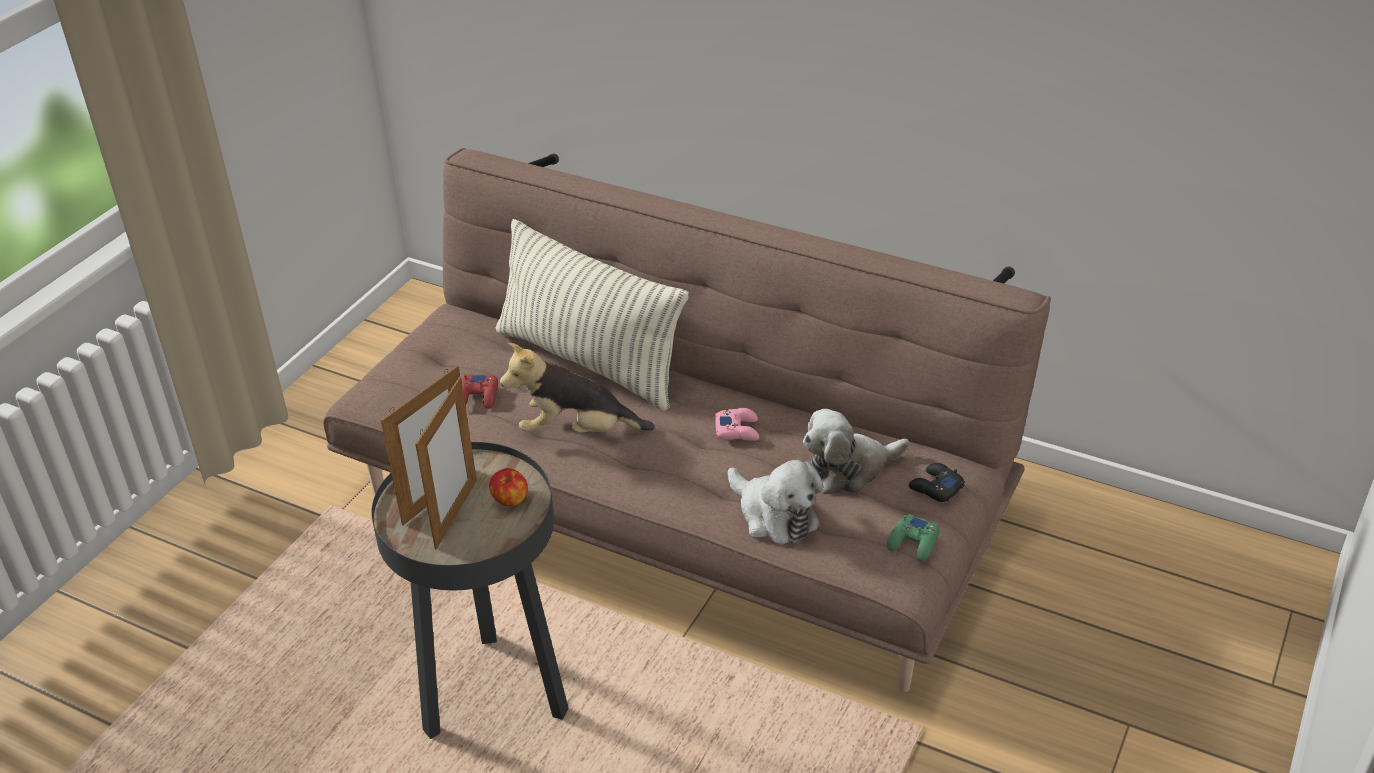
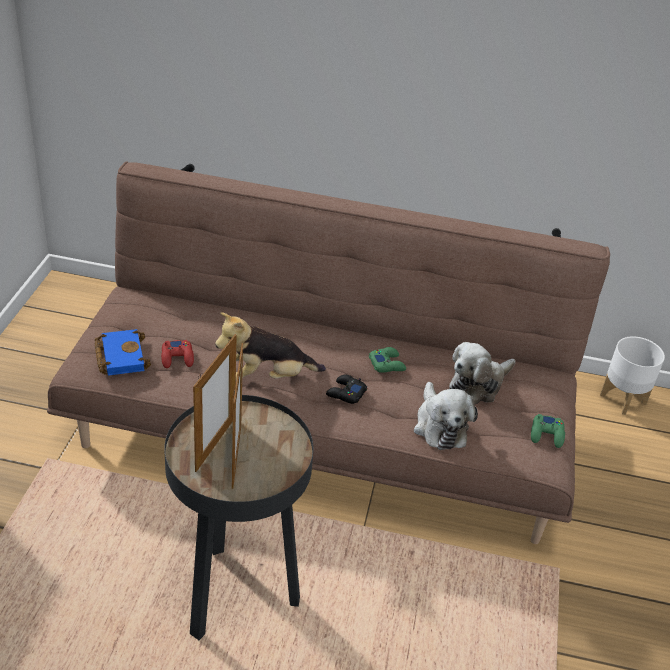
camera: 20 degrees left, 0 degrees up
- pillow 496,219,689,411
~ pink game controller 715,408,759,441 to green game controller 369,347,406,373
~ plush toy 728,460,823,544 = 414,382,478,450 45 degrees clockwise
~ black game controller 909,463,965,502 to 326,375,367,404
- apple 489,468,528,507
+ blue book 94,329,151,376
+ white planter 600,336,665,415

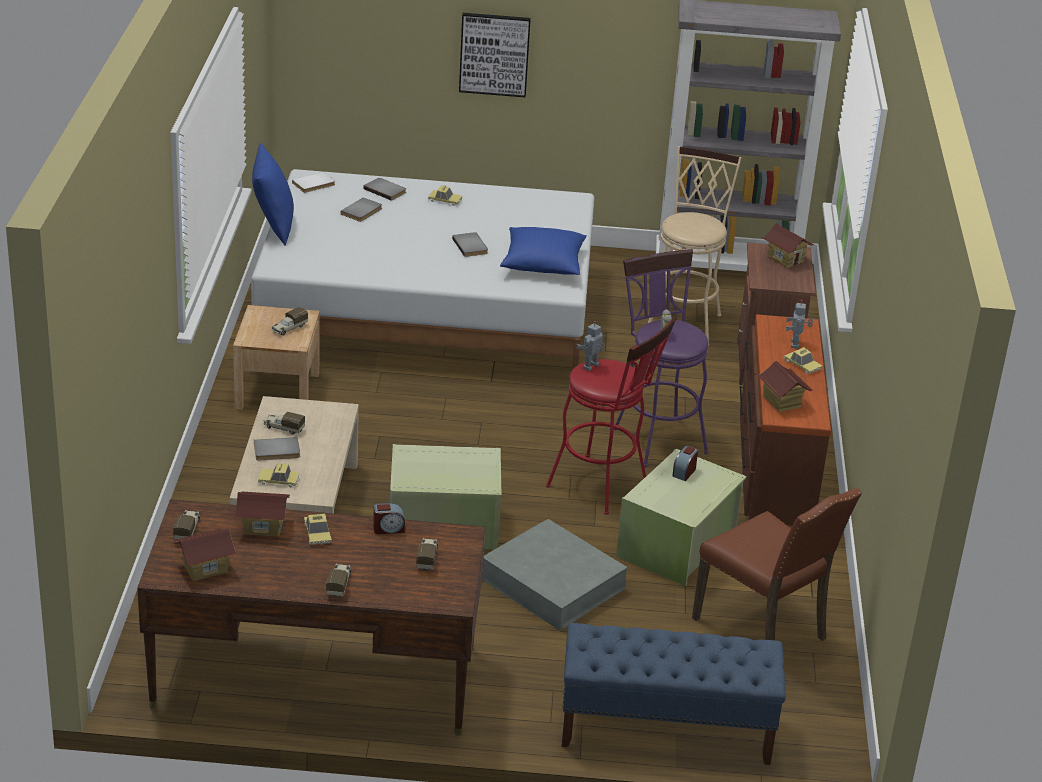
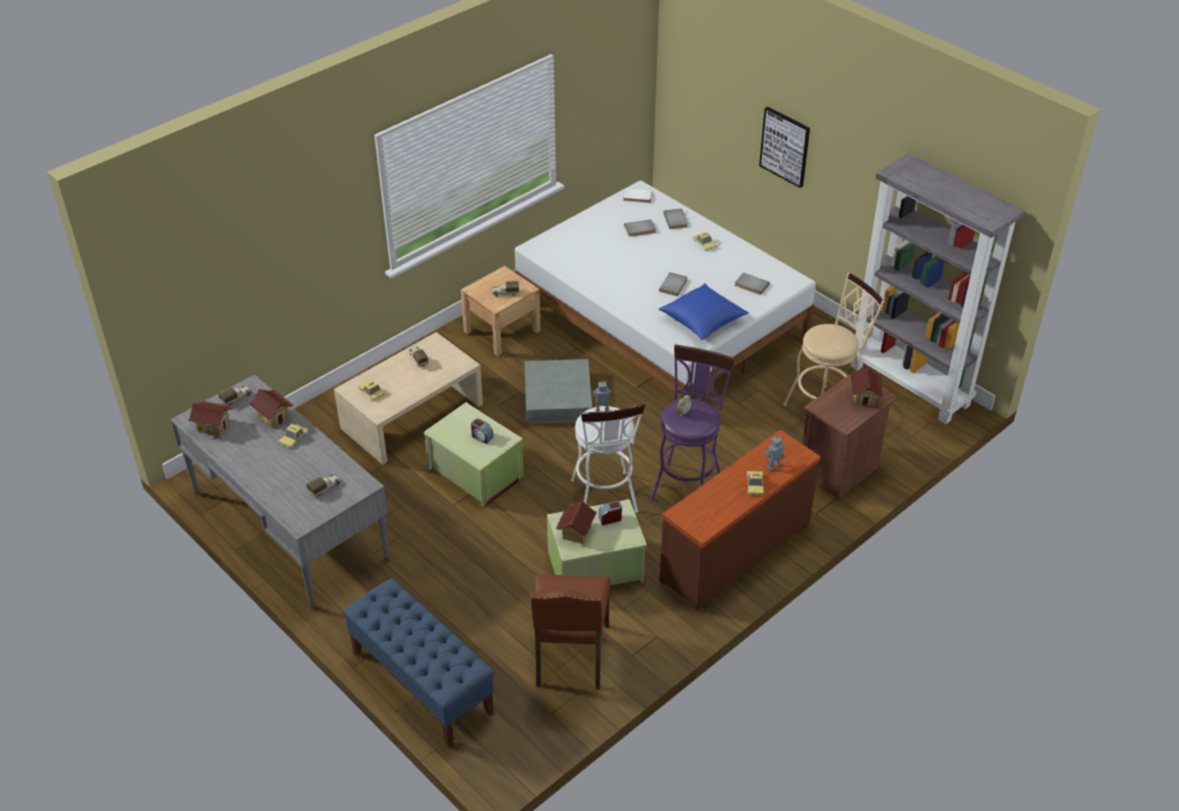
camera: 45 degrees right, 10 degrees up
- blue pillow 252,143,294,246
~ red stool 546,317,676,515 to white stool 571,404,645,513
~ toy house 757,361,812,412 to 556,501,597,544
~ grey book 254,437,300,460 to 735,273,770,295
~ brown desk 137,499,486,736 to grey desk 170,374,390,610
~ alarm clock 373,503,405,534 to 471,419,493,444
~ grey storage box 482,519,627,630 to 524,359,592,424
- toy truck 326,563,351,598

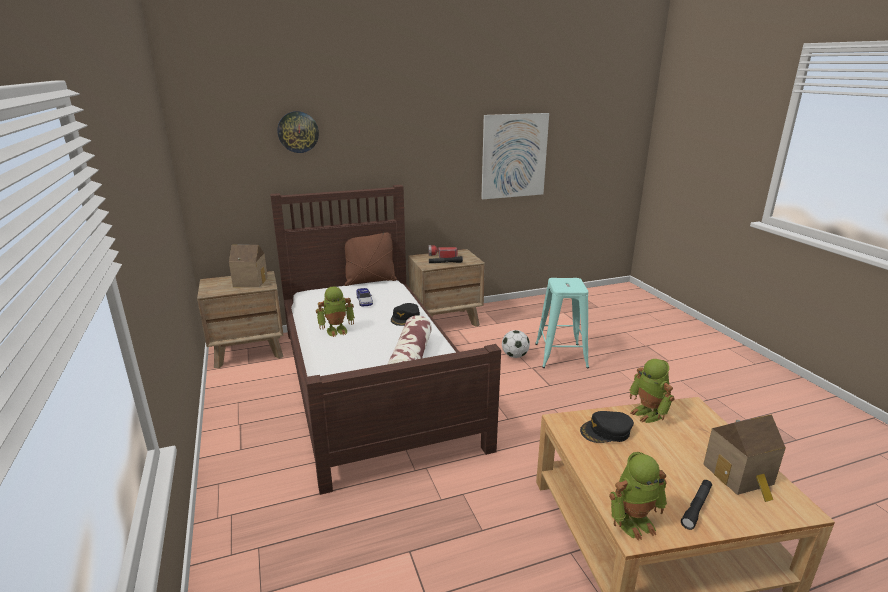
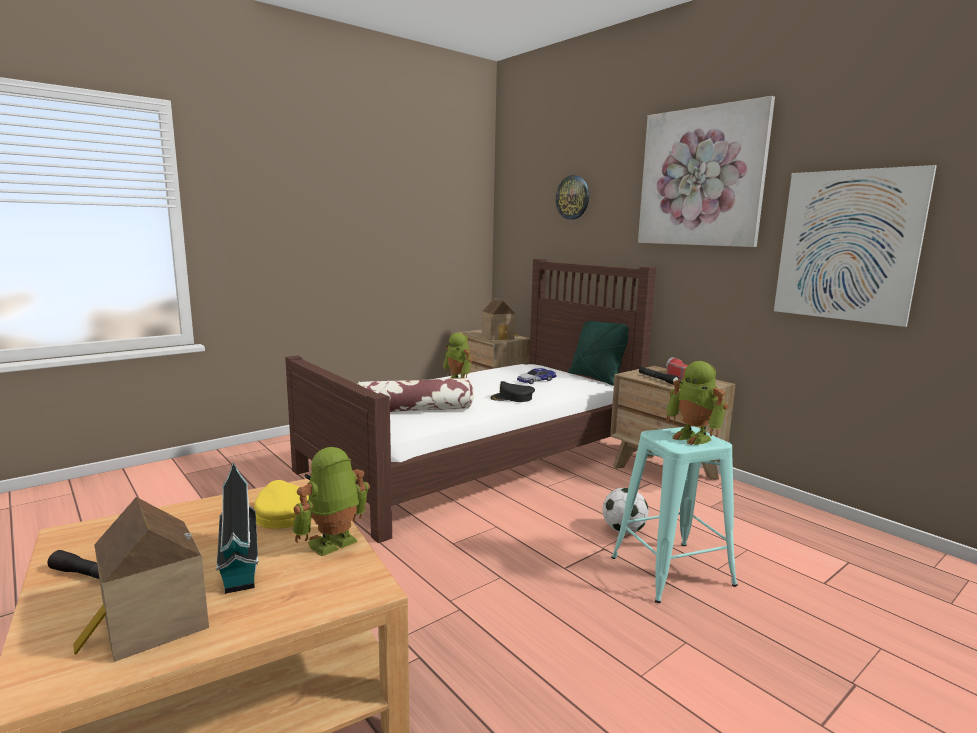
camera: 70 degrees right, 10 degrees down
~ brown pillow 345,233,397,286 to green pillow 568,321,629,386
~ black cap 580,411,634,443 to yellow cap 253,480,309,529
~ toy robot 609,452,667,541 to 666,361,728,445
+ picture 638,96,775,247
+ toy house 216,462,259,594

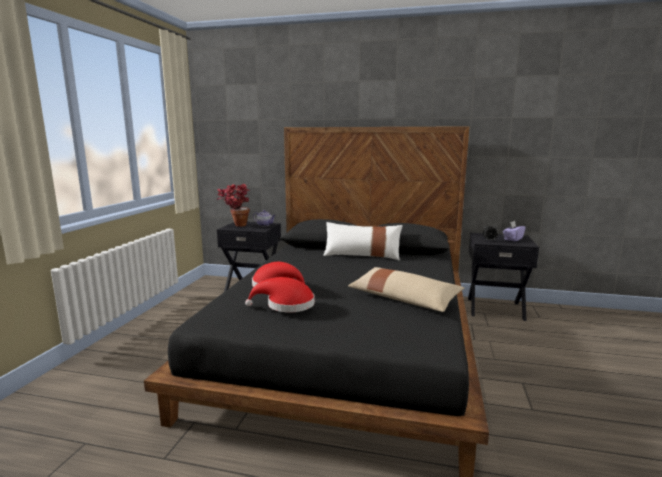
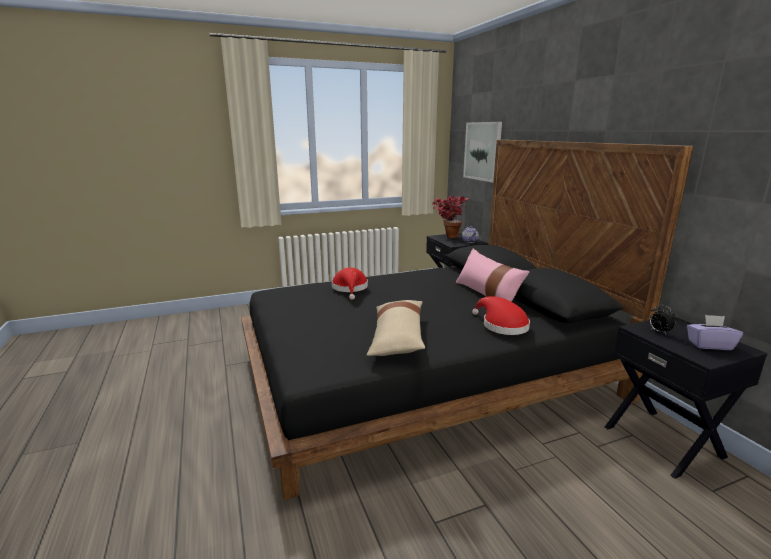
camera: 55 degrees right, 5 degrees up
~ white pillow 323,222,403,260 to pink pillow 456,249,529,302
~ red hat 245,277,315,312 to 472,296,530,335
+ picture 463,122,502,183

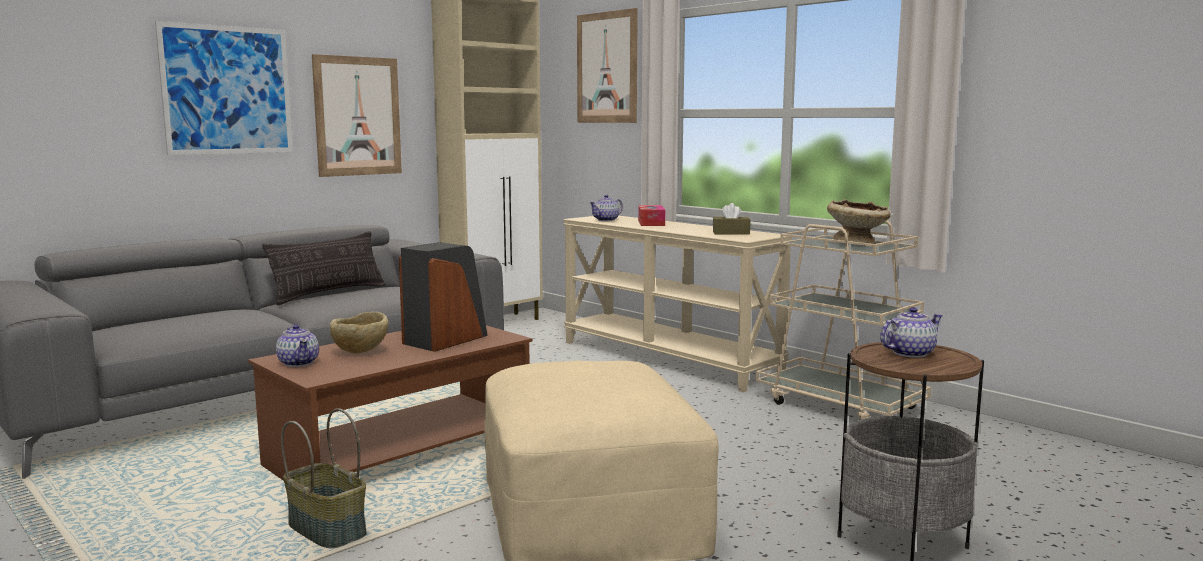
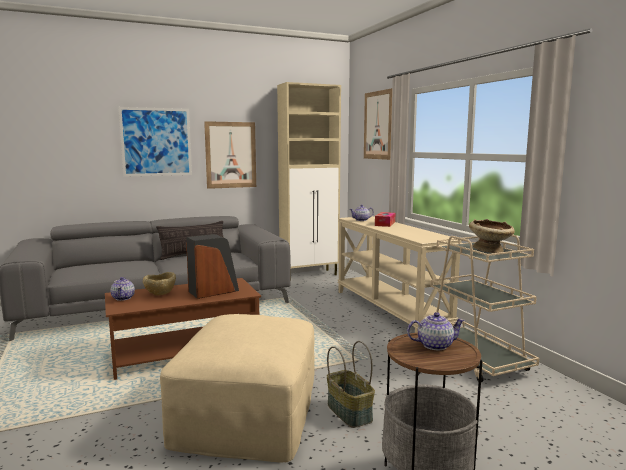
camera: 20 degrees right, 0 degrees up
- brown tissue box 713,203,751,235
~ basket 281,408,367,548 to 327,341,375,428

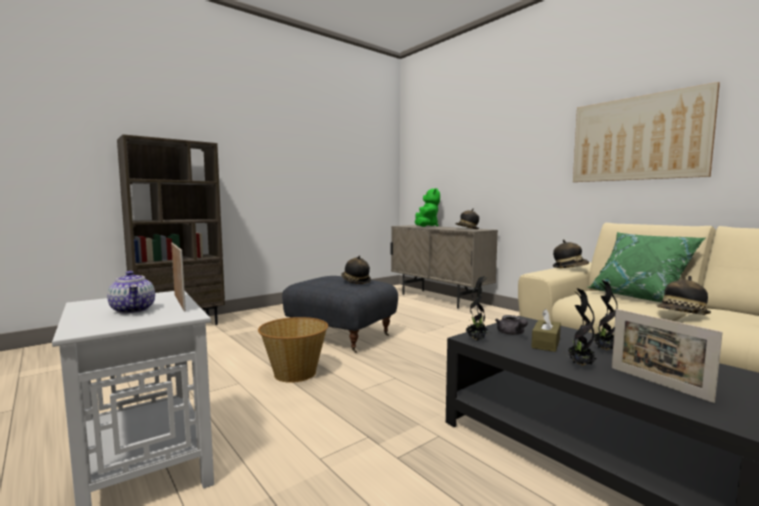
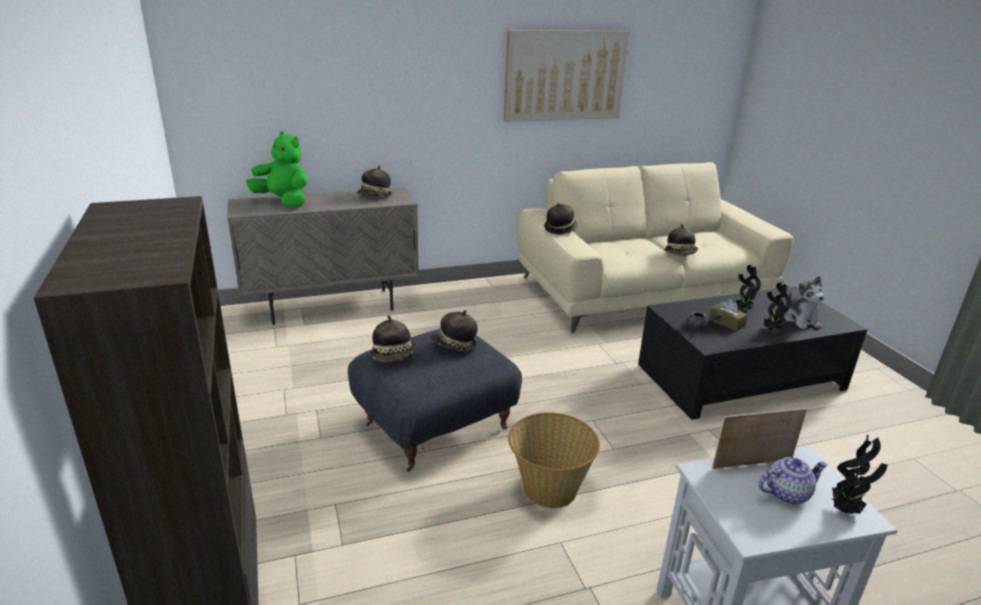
camera: 70 degrees left, 20 degrees up
- green pillow 588,232,705,303
~ potted plant 466,276,490,341 to 832,434,888,514
~ picture frame 612,309,723,403 to plush toy 784,276,824,329
+ hat 370,315,416,362

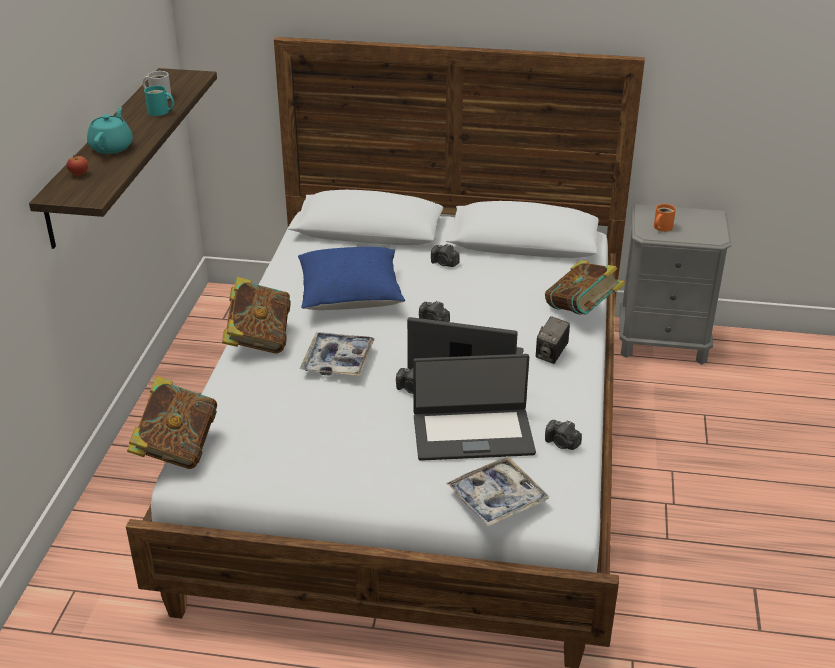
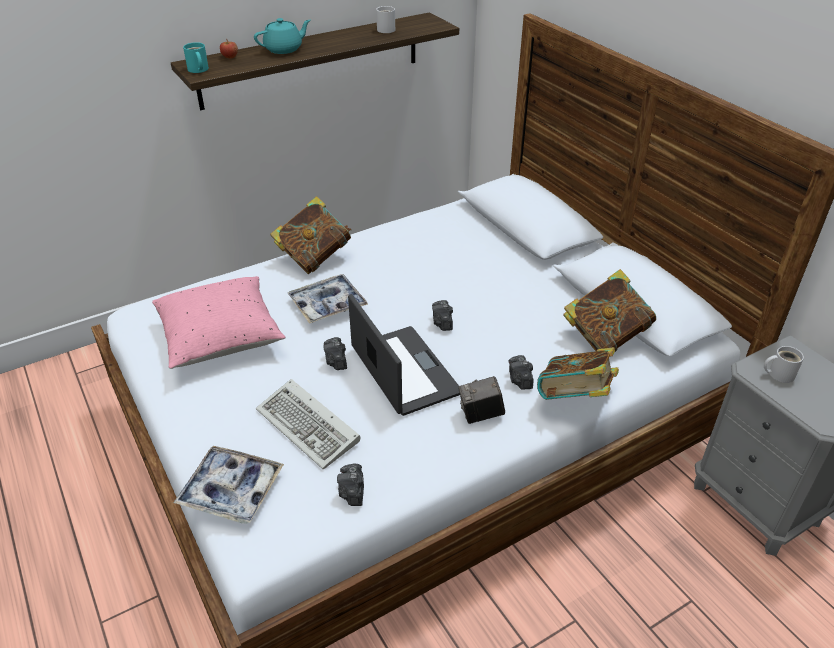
camera: 50 degrees right, 5 degrees up
~ turquoise mug 144,86,174,116 to 183,42,209,73
~ orange mug 654,204,676,232 to white mug 764,346,804,383
~ photo camera 431,244,460,267 to 508,355,533,390
- blue pillow 298,247,405,310
~ laptop 413,354,536,461 to keyboard 256,379,361,470
~ book 127,376,217,469 to 563,269,656,352
+ pink pillow 152,276,285,369

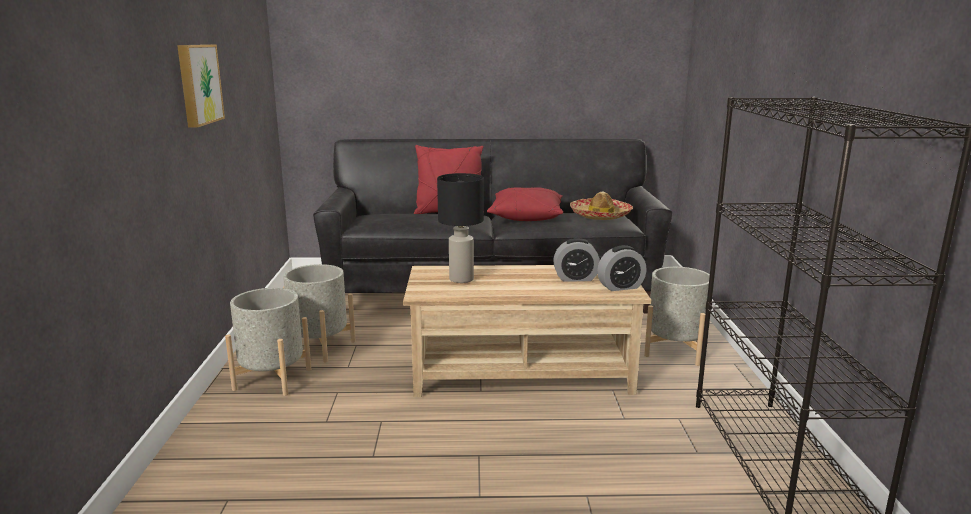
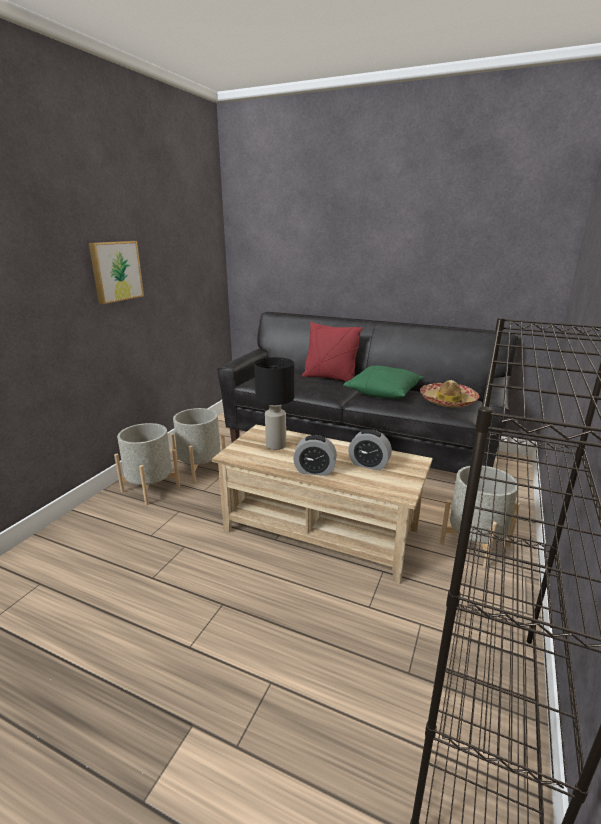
camera: 25 degrees right, 5 degrees up
~ red pillow 487,188,563,221 to green pillow 343,365,424,399
~ alarm clock 597,245,647,291 to 293,435,337,476

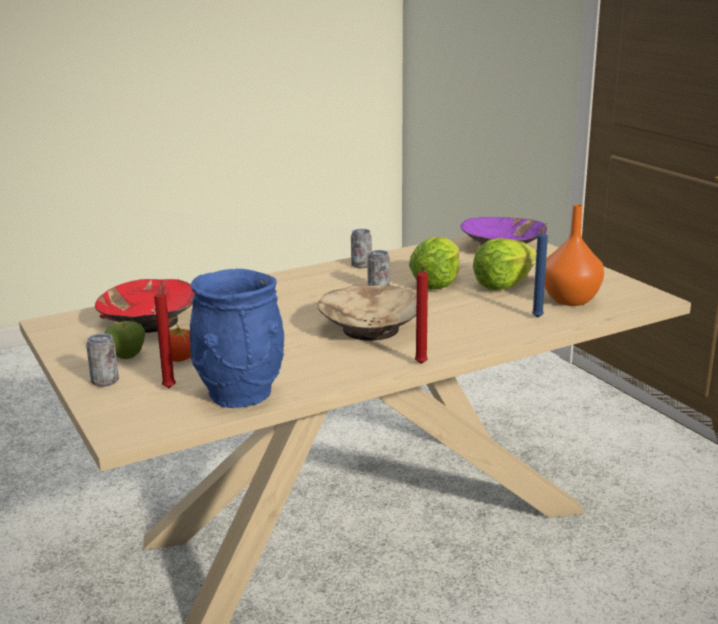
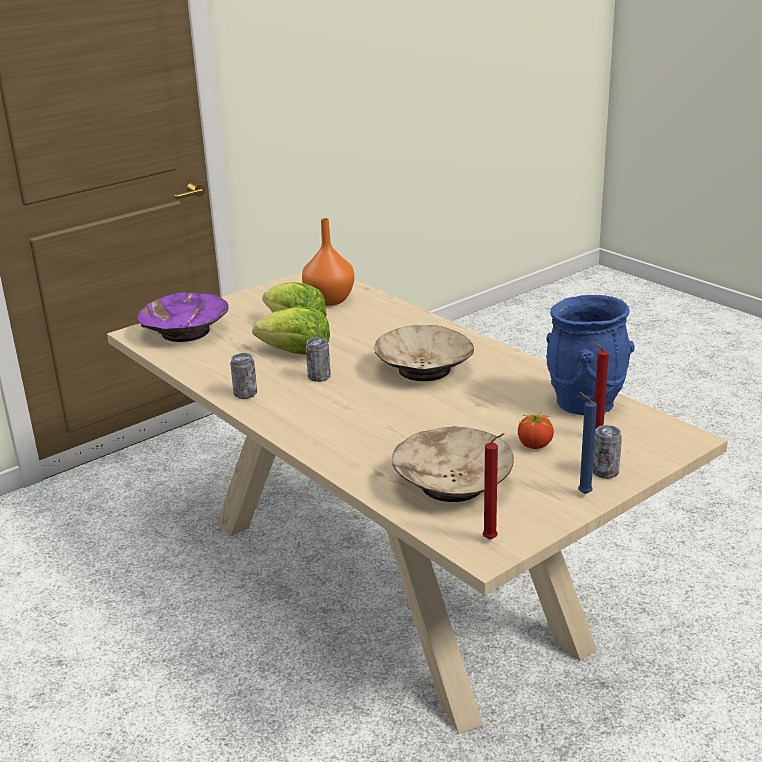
camera: 100 degrees left, 5 degrees up
~ blue candle 532,223,548,318 to 578,392,597,494
~ red candle 415,267,428,364 to 482,433,505,539
~ red bowl 95,279,195,333 to beige bowl 392,427,514,502
- apple 105,321,145,359

